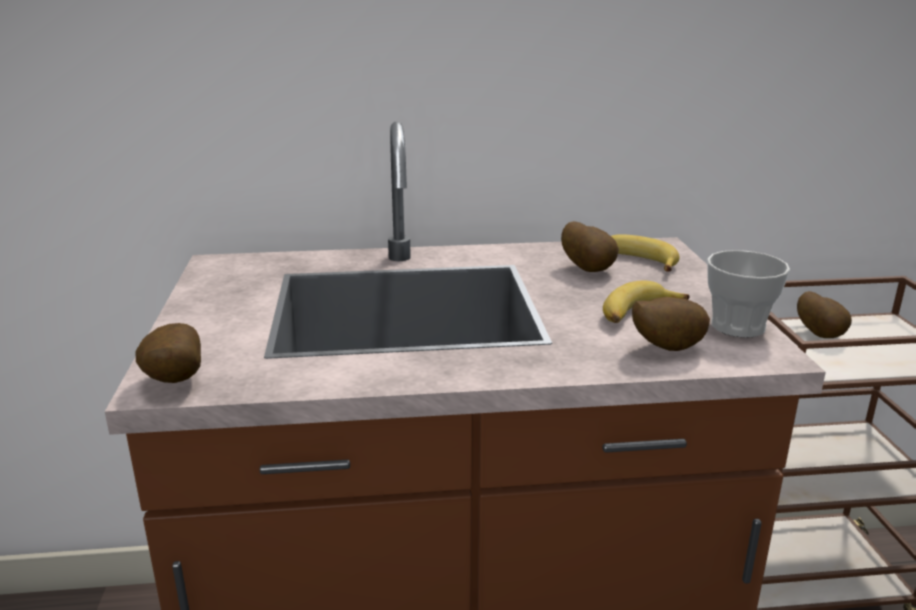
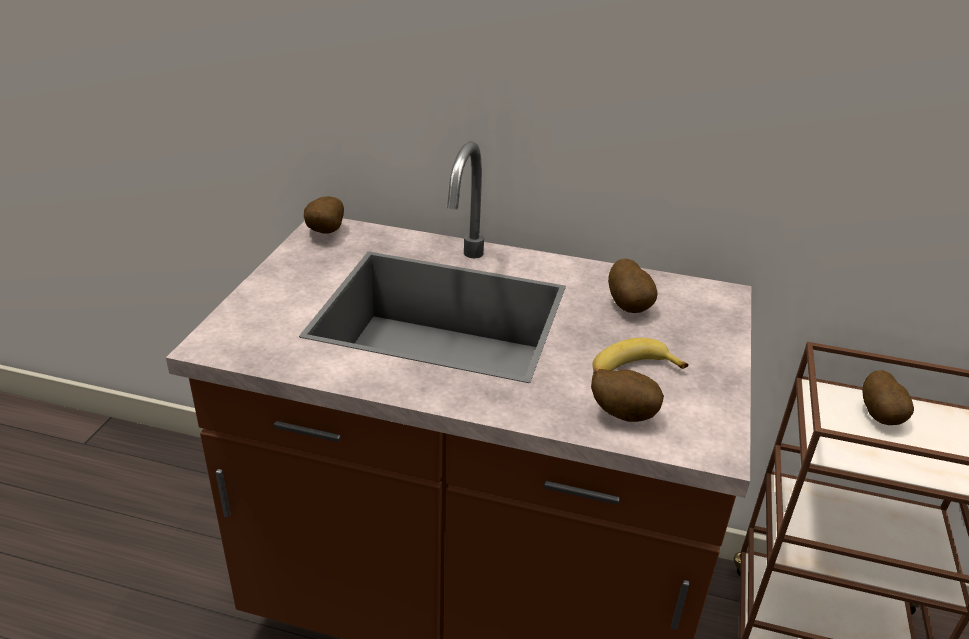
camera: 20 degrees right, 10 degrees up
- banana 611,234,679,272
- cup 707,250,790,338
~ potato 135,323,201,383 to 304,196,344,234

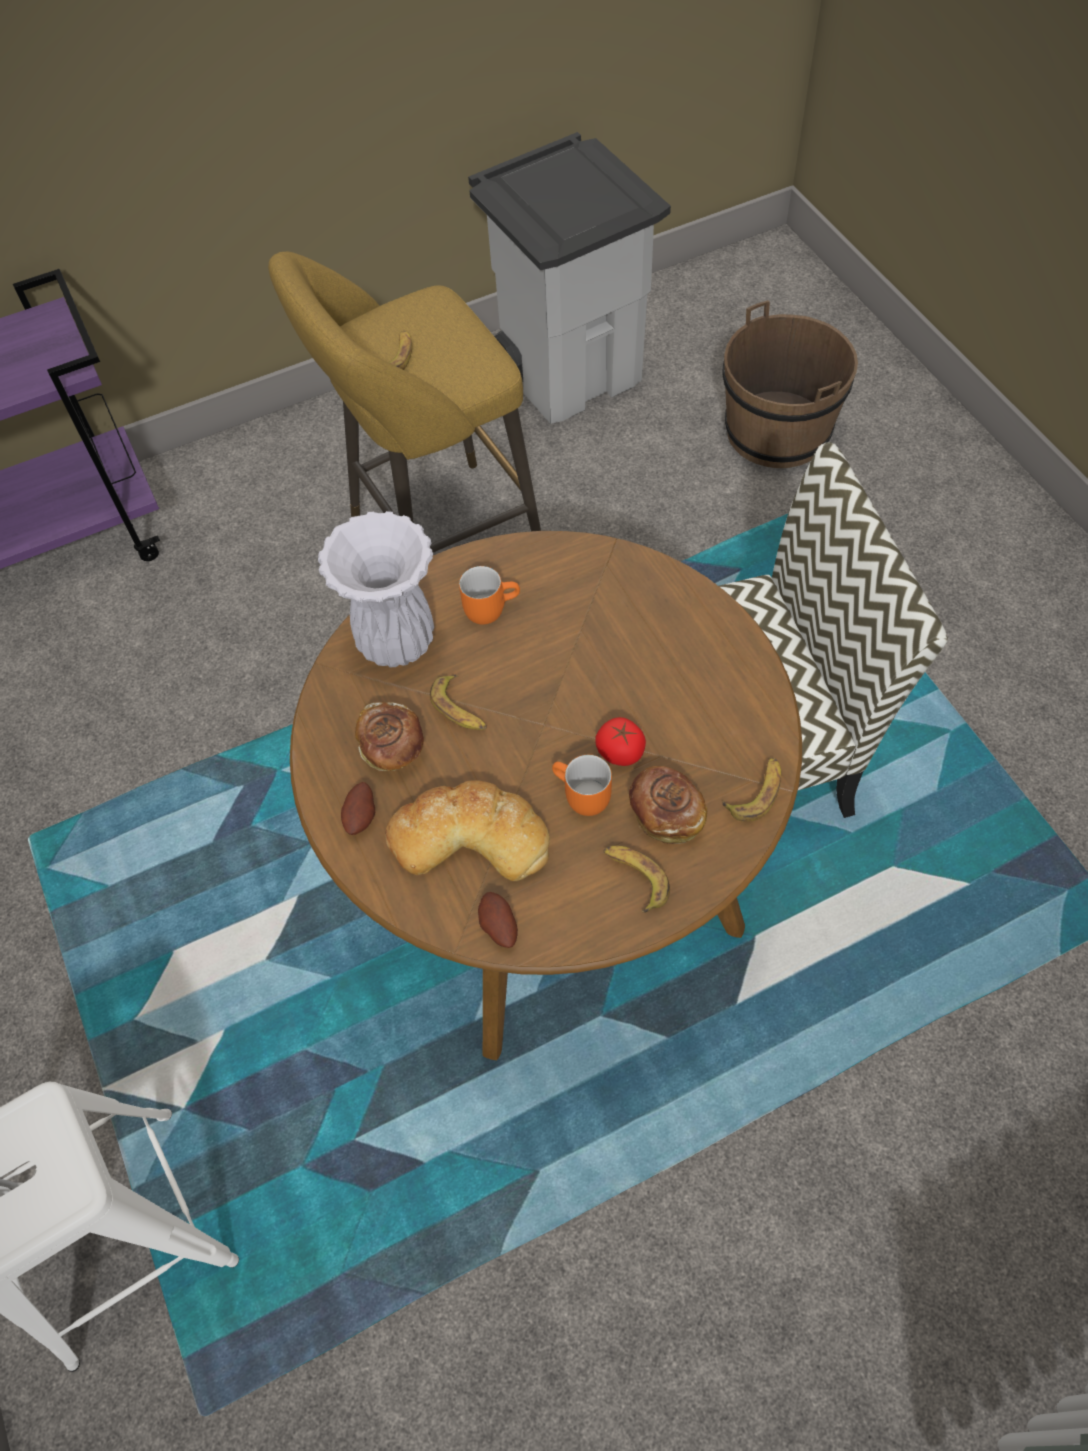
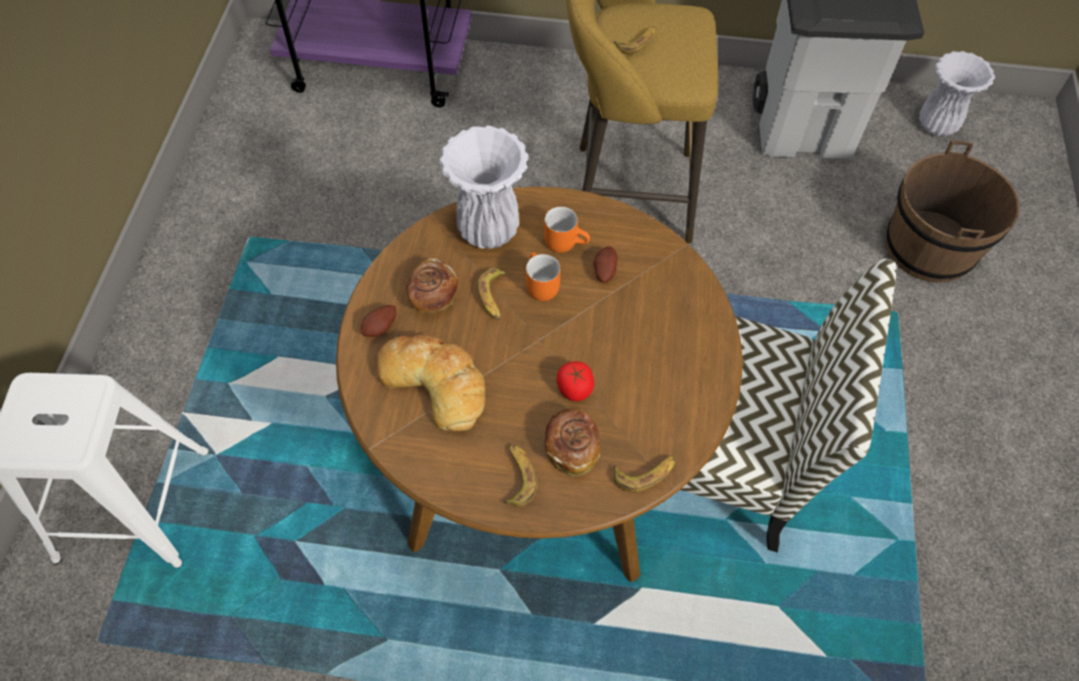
camera: 30 degrees right, 0 degrees up
~ orange mug 552,755,612,816 to 526,252,561,301
~ potato 478,892,518,948 to 593,246,618,283
+ white vase 919,51,995,136

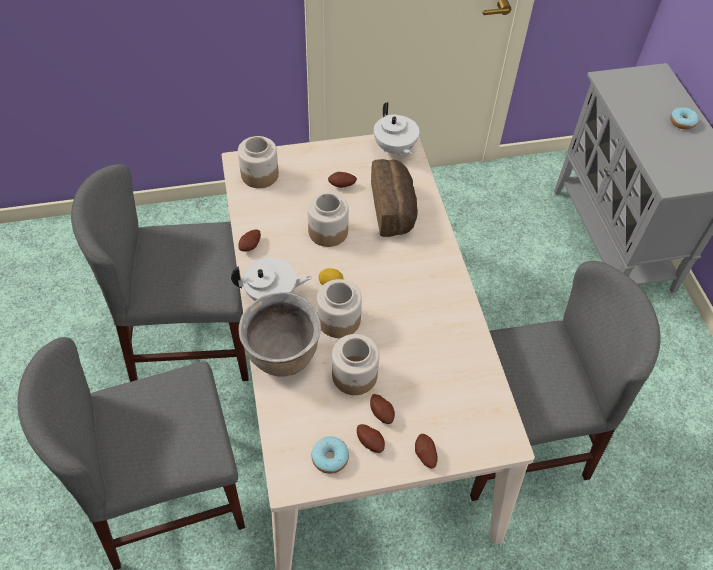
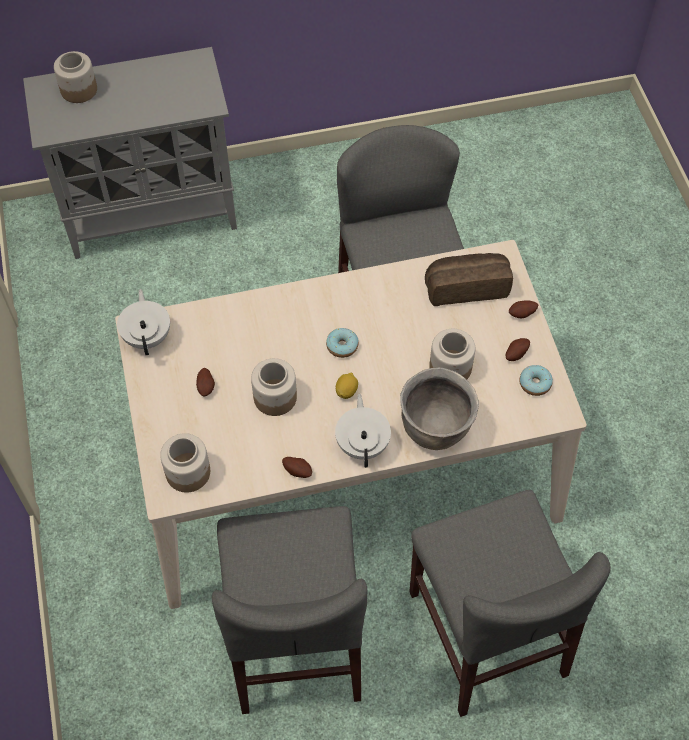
camera: 90 degrees left, 5 degrees up
~ white teapot 374,102,419,156 = 117,289,170,355 75 degrees counterclockwise
~ donut 670,107,699,129 to 326,328,358,358
~ bread 371,159,418,237 to 425,253,513,306
~ jar 317,279,362,338 to 54,51,97,103
- potato 370,394,395,424

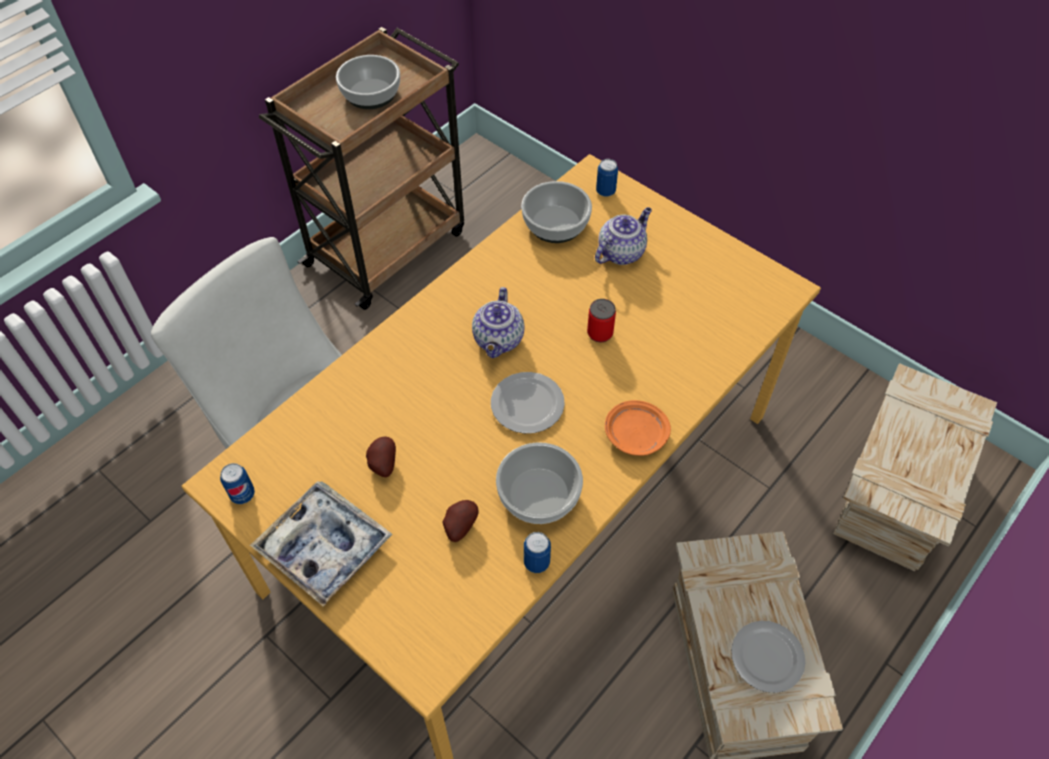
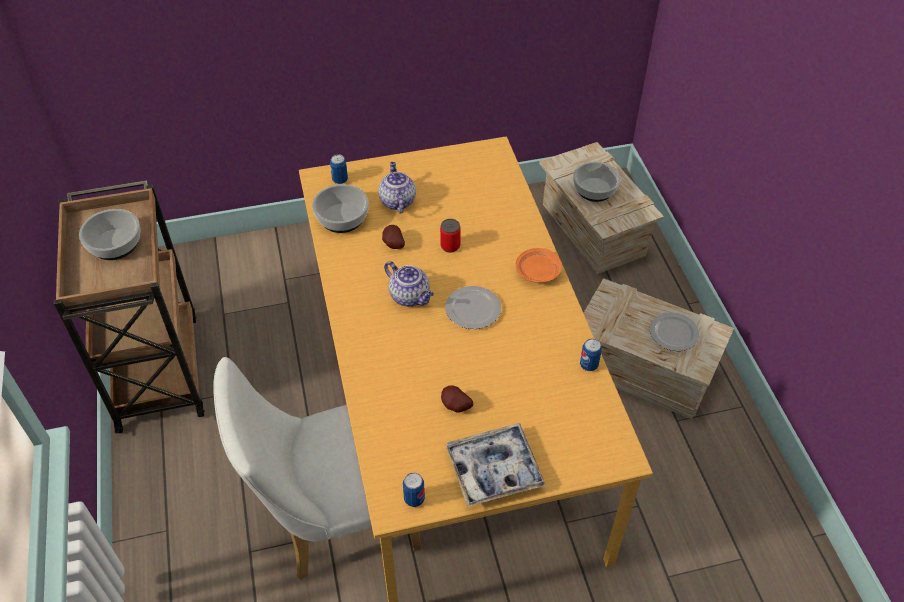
camera: 55 degrees left, 5 degrees down
~ bowl 496,442,583,524 to 573,161,620,202
~ potato 443,500,479,542 to 382,225,405,249

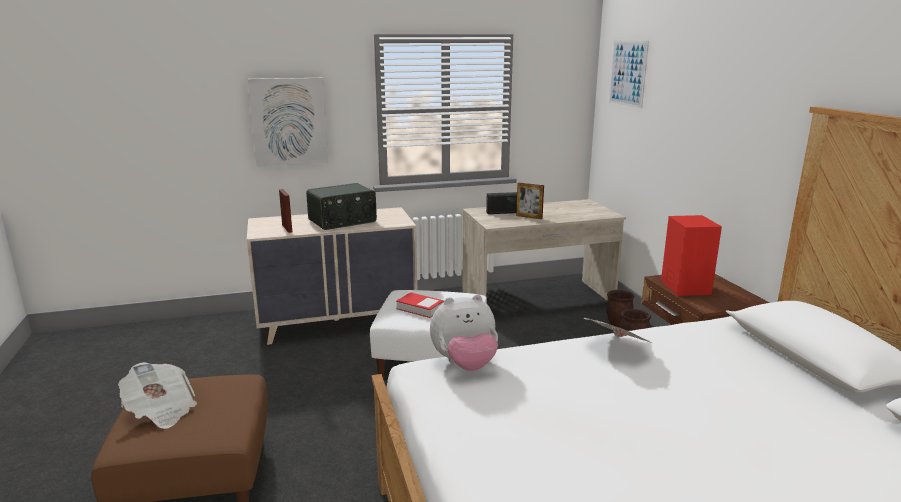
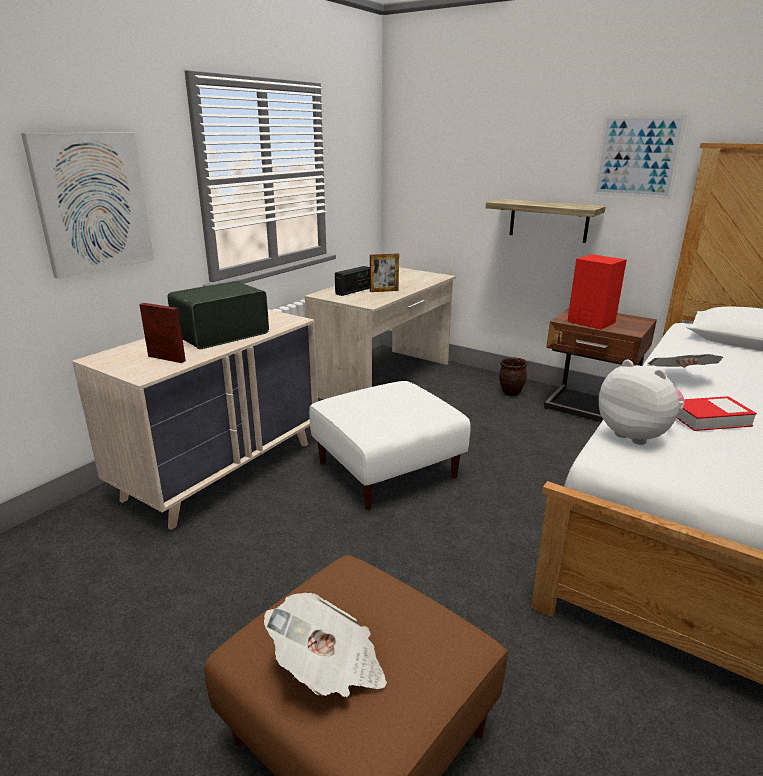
camera: 40 degrees left, 5 degrees up
~ picture 609,40,649,108 to 594,115,687,199
~ radio 306,183,377,230 = 168,281,269,349 150 degrees counterclockwise
- brown planter 606,290,635,328
~ book 396,292,444,318 to 676,396,757,431
~ plush toy 430,294,498,371 = 598,360,685,445 75 degrees counterclockwise
+ shelf 486,199,606,243

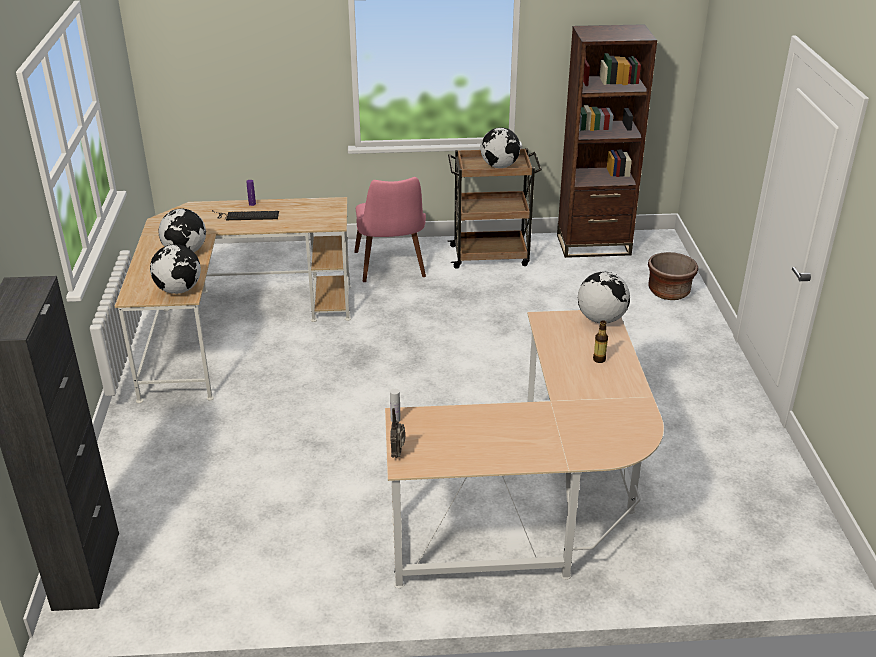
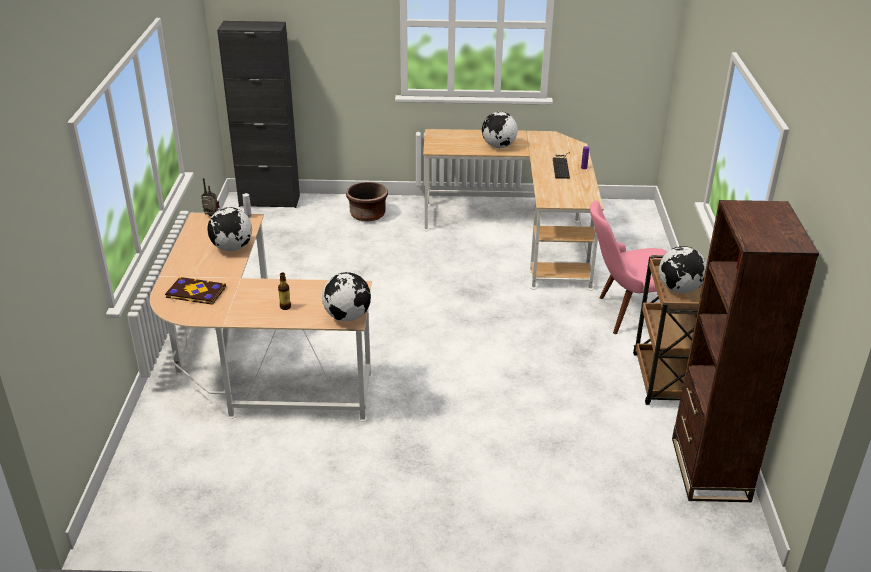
camera: 95 degrees right, 0 degrees up
~ globe 150,244,201,294 to 207,207,252,251
~ brown planter 648,252,698,300 to 346,182,388,222
+ book 165,277,226,305

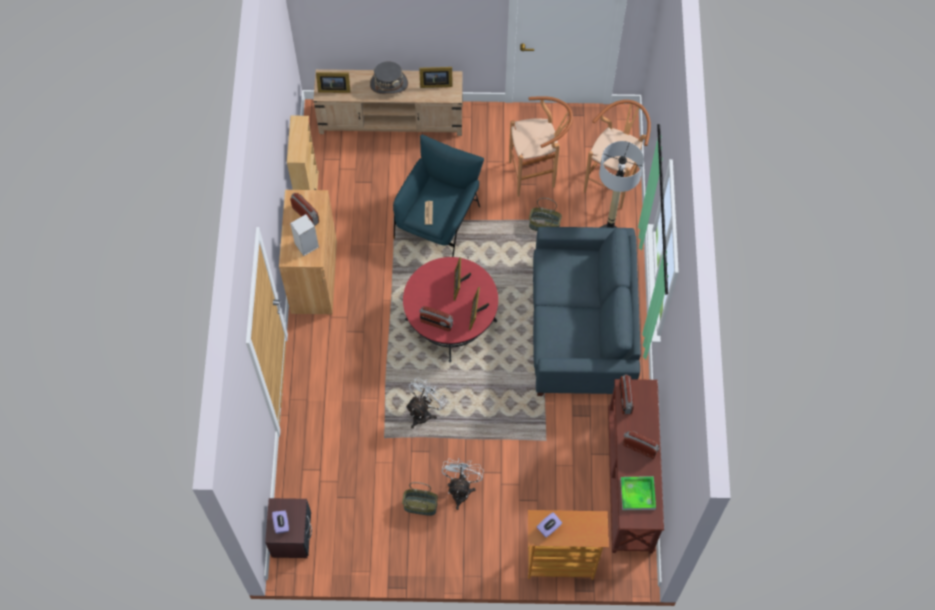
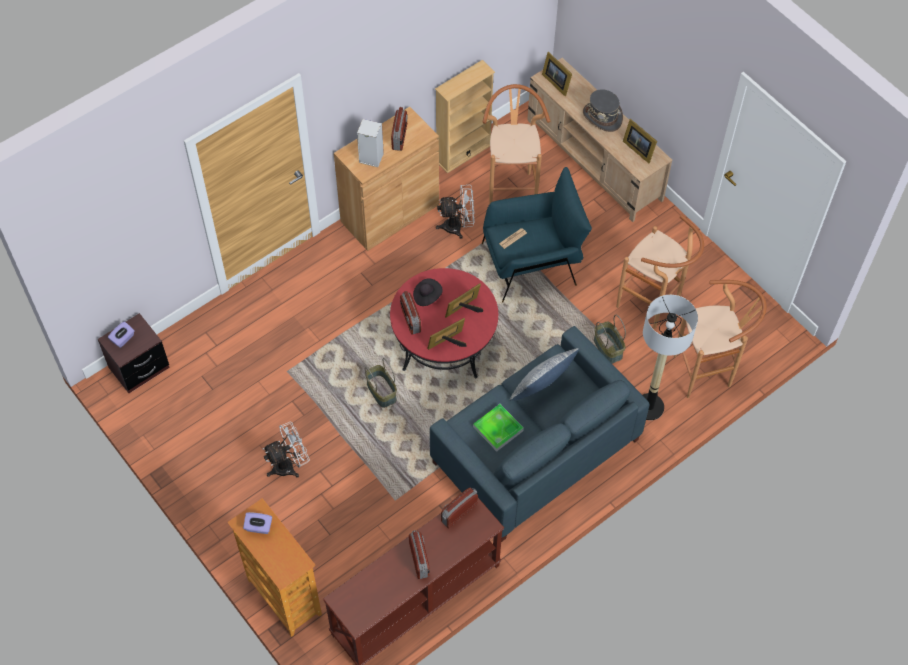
camera: 50 degrees right, 5 degrees down
~ white fan 405,377,447,429 to 436,185,475,239
~ tray 620,476,656,510 to 473,404,524,452
~ basket 402,482,438,516 to 365,358,397,408
+ brown stool 483,84,550,204
+ black hat 413,278,443,306
+ pillow 510,348,579,401

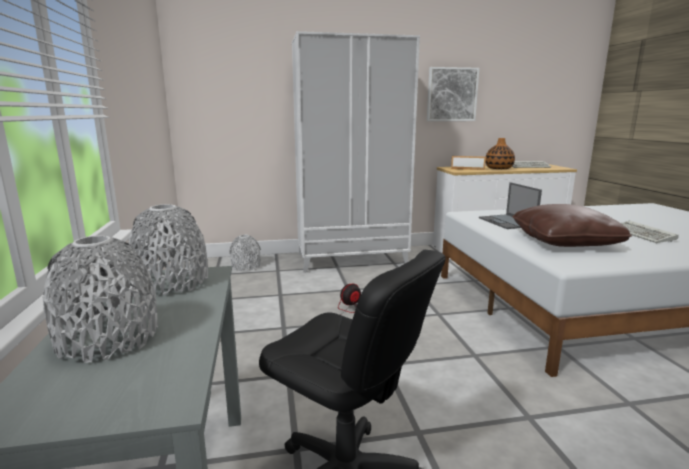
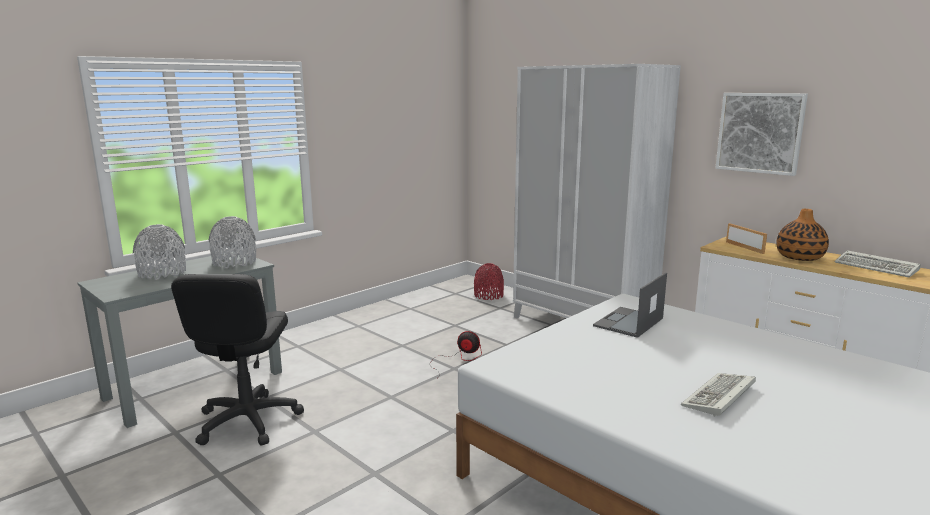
camera: 55 degrees right, 0 degrees up
- brown pillow 512,204,632,247
~ grey vase 229,235,261,271 to red vase 474,263,504,300

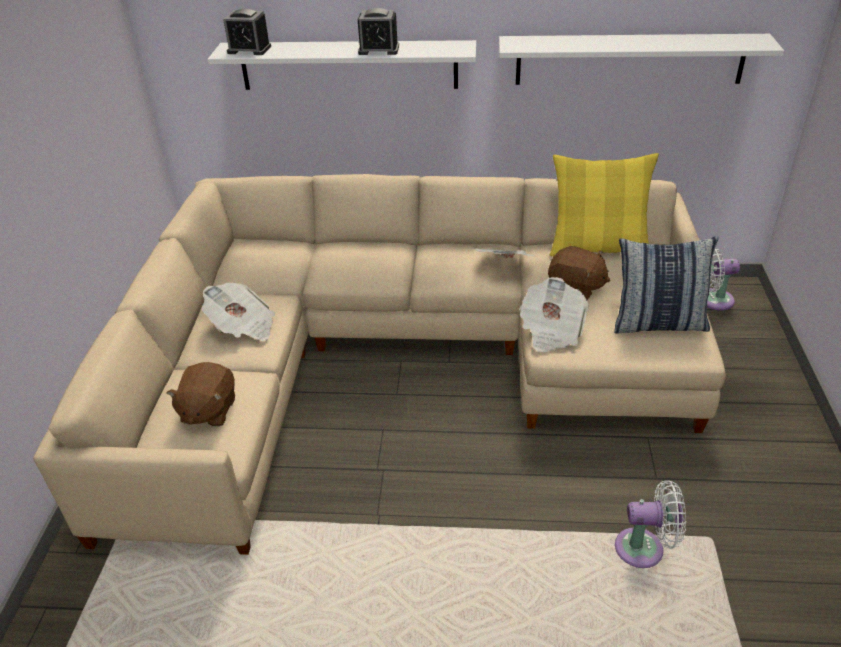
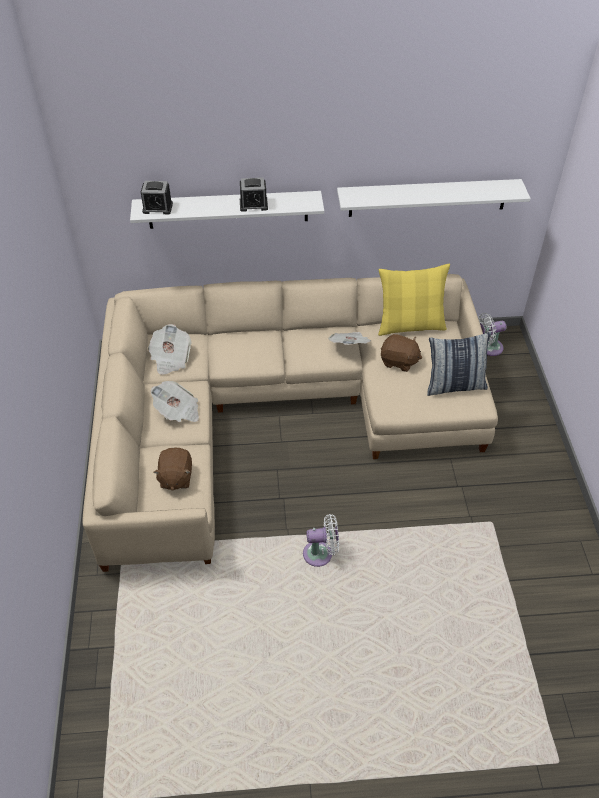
camera: 10 degrees left, 10 degrees up
~ newspaper 519,277,589,352 to 148,324,192,375
~ white fan 615,480,686,568 to 303,514,339,567

